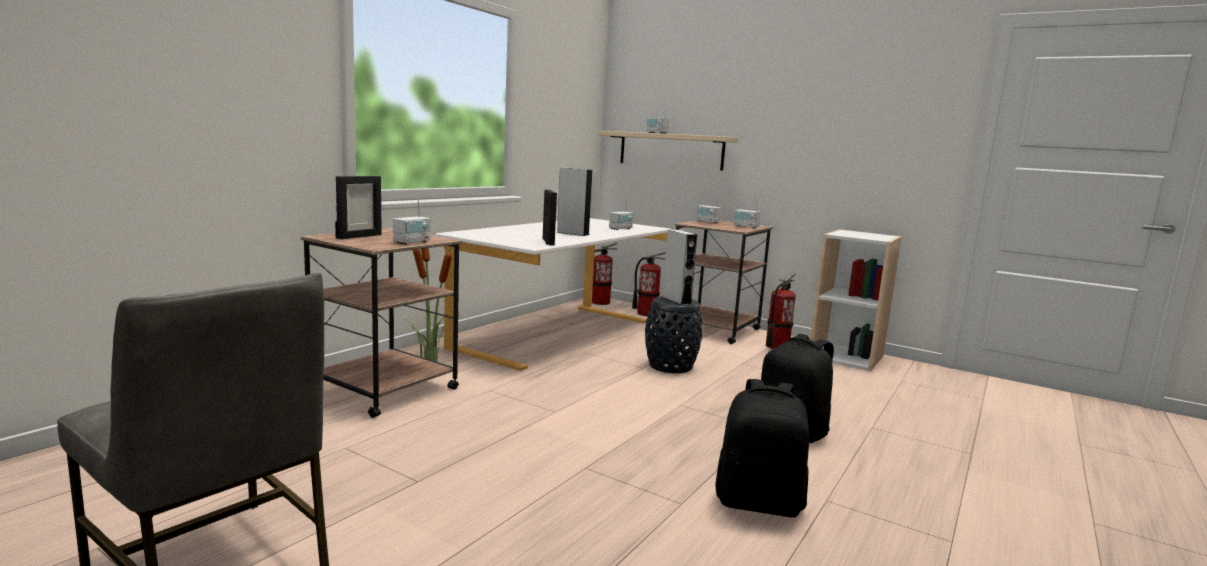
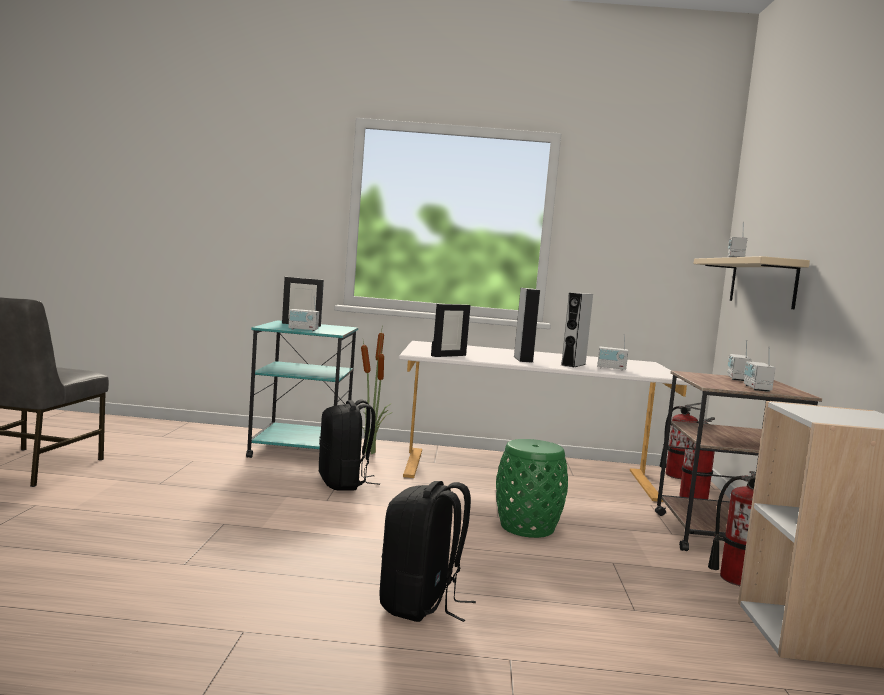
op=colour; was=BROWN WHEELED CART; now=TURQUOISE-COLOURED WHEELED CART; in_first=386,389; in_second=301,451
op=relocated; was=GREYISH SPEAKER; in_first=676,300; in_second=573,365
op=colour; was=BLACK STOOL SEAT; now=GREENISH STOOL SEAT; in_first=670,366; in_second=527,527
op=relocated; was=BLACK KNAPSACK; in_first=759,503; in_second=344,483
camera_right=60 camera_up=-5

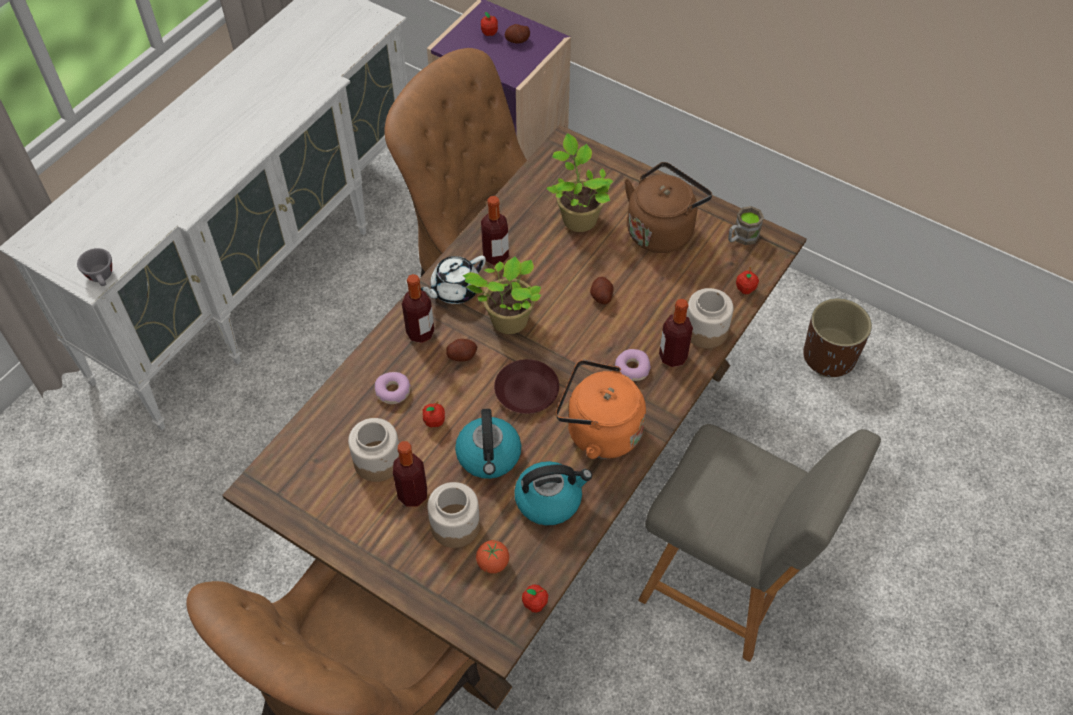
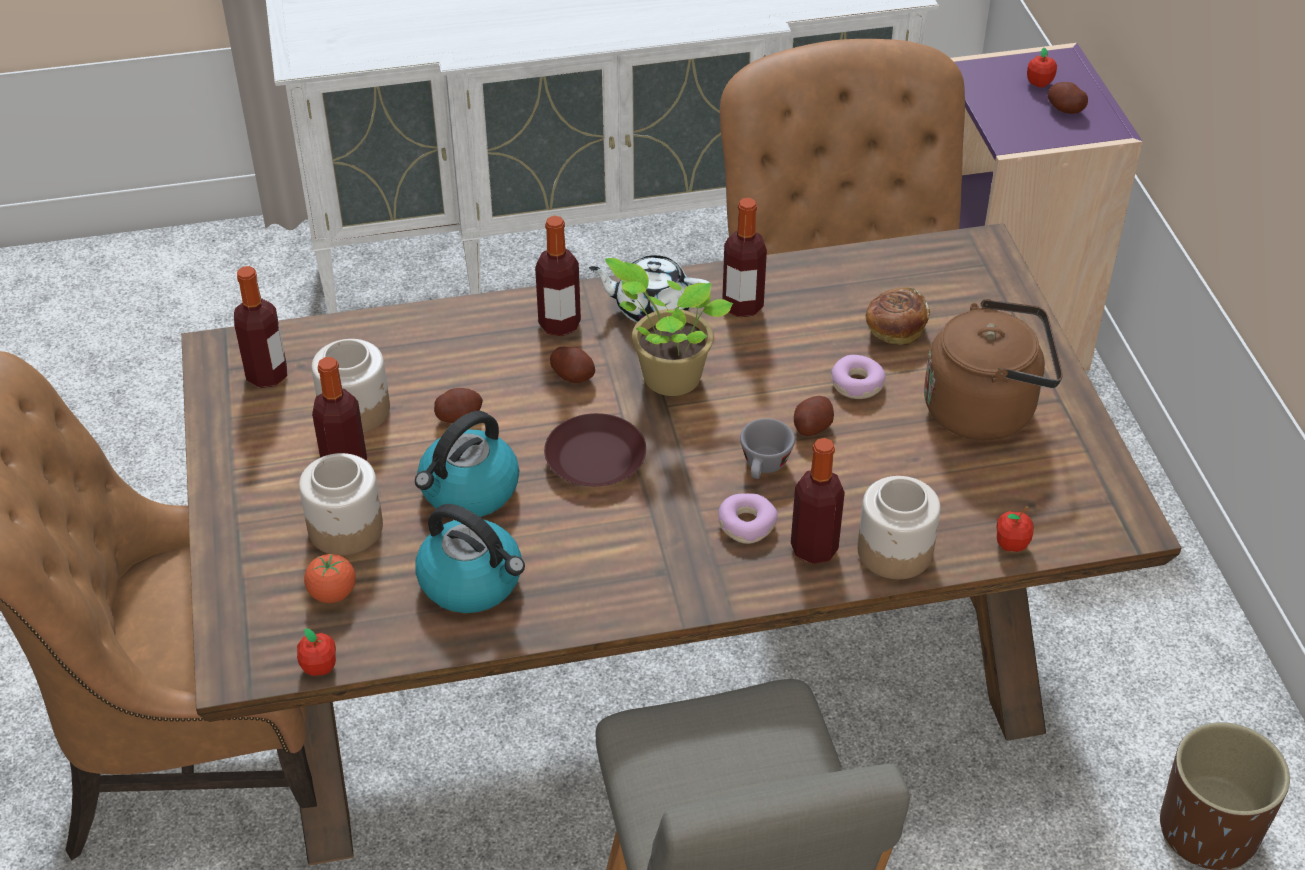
op=exchanged; was=HOUSEPLANT; now=BAKERY BREAD; in_first=578,217; in_second=895,330
op=missing; was=BROWN COFFEE MUG; in_first=741,238
op=relocated; was=GREYISH DRINKING CUP; in_first=102,277; in_second=764,467
op=missing; was=ORANGEY TEA KETTLE; in_first=598,431
op=relocated; was=DONUT; in_first=393,391; in_second=857,384
op=exchanged; was=WHOLE APPLE; now=WHOLE POTATO; in_first=434,421; in_second=459,416
op=appeared; now=DRINK BOTTLE; in_second=267,375
camera_right=45 camera_up=-10

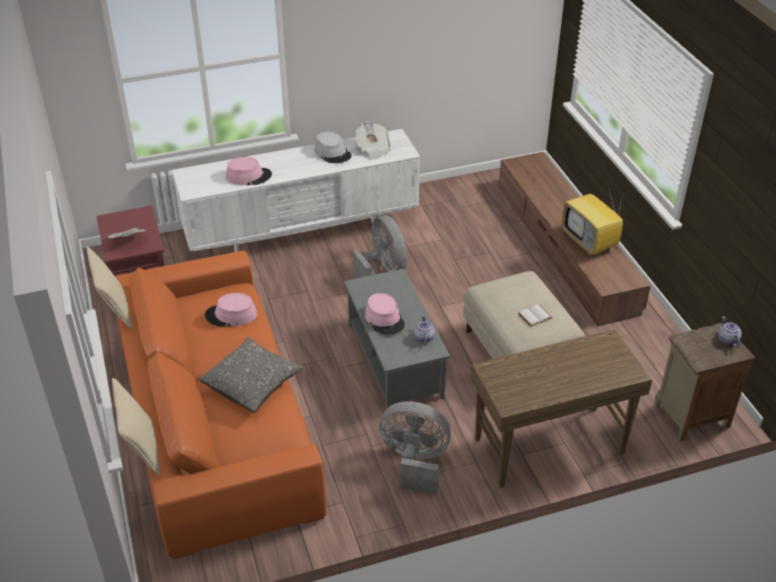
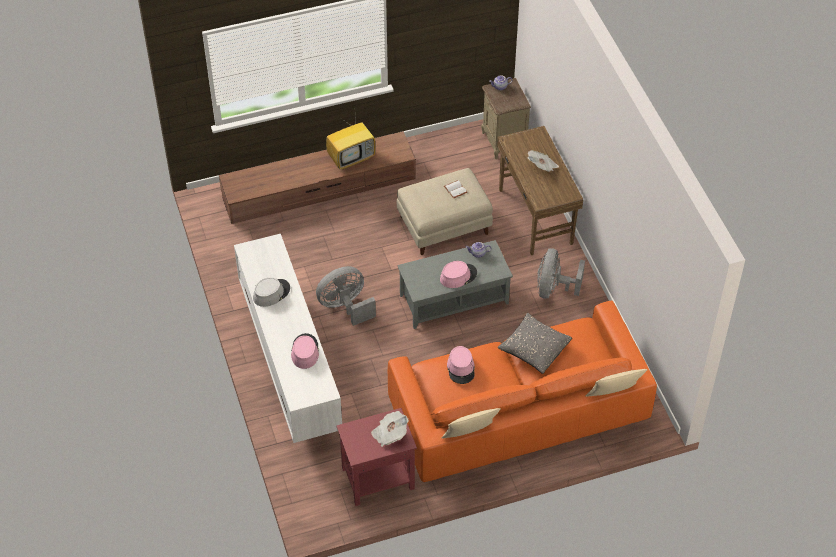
op=relocated; was=DAILY PAPER; in_first=373,149; in_second=542,167
camera_right=-90 camera_up=10

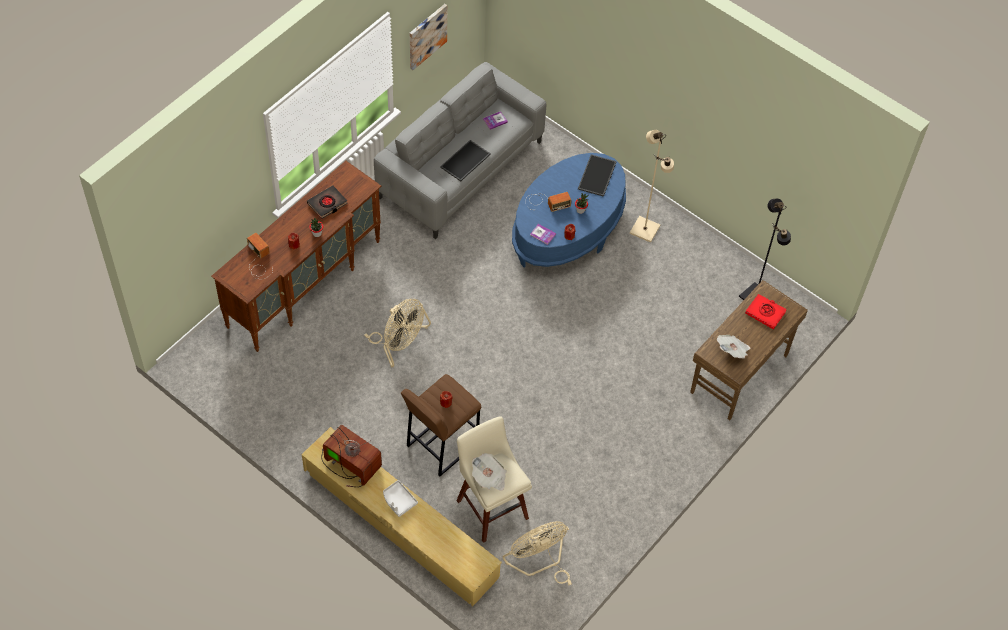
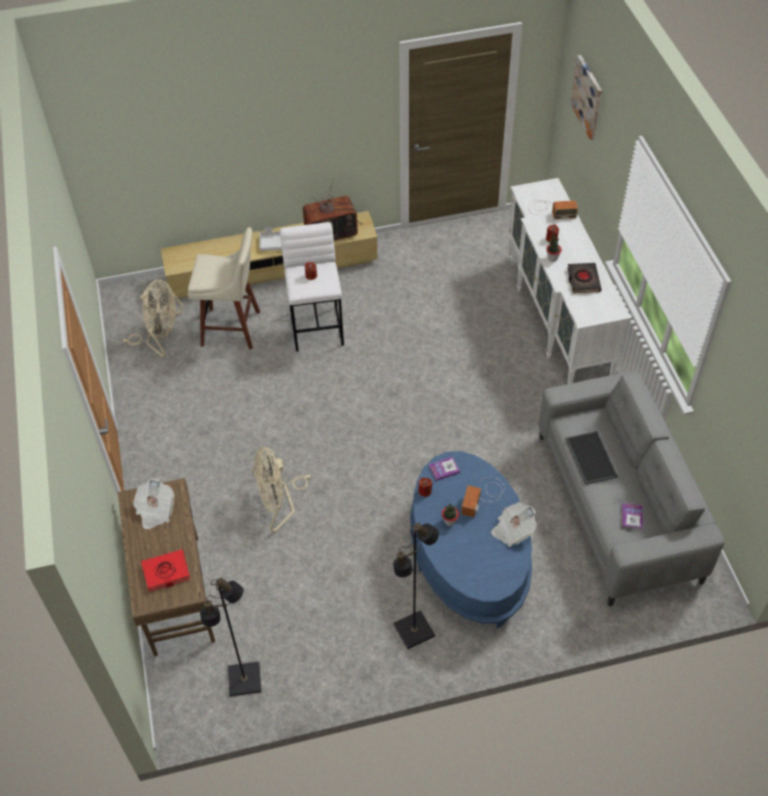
op=relocated; was=WALL ART; in_first=427,36; in_second=588,97
op=colour; was=BEIGE-COLOURED FLOOR LAMP; now=BLACK FLOOR LAMP; in_first=644,230; in_second=414,630
op=missing; was=SERVING TRAY; in_first=597,176
op=colour; was=BROWN STORAGE CABINET; now=WHITE-COLOURED STORAGE CABINET; in_first=305,284; in_second=555,319
op=relocated; was=BEIGE-COLOURED COOLING FAN; in_first=398,342; in_second=279,498
op=colour; was=BROWN STOOL SEAT; now=WHITE-COLOURED STOOL SEAT; in_first=441,446; in_second=316,327
op=relocated; was=DAILY PAPER; in_first=489,477; in_second=513,530
camera_right=130 camera_up=-5

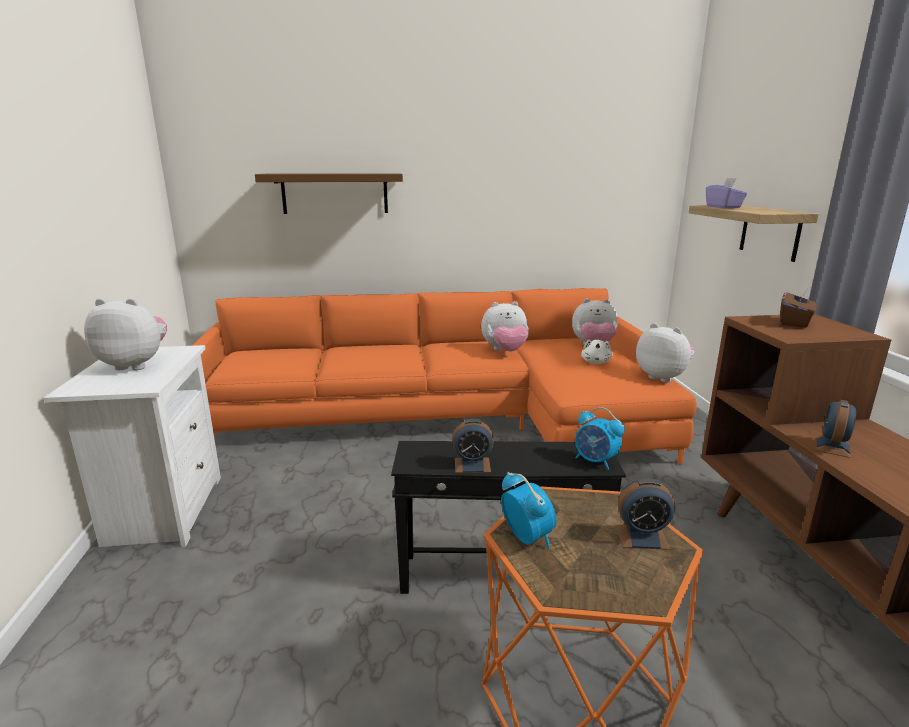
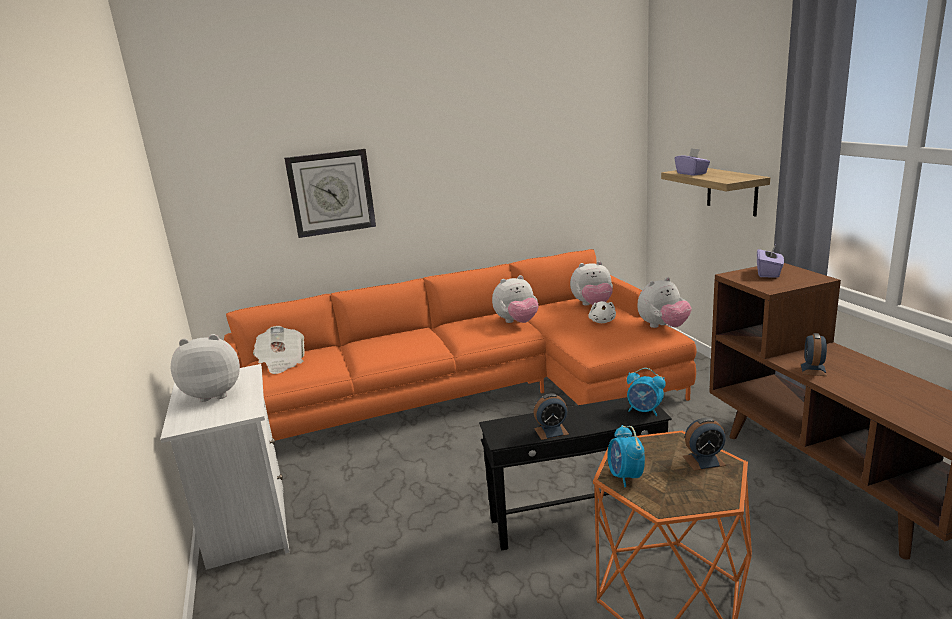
op=exchanged; was=BROWN BRACKET SHELF; now=HANGING CLOCK; in_first=335,193; in_second=331,193
op=colour; was=BROWN TISSUE HOLDER; now=PURPLISH TISSUE HOLDER; in_first=795,322; in_second=768,273
op=spun; was=PLUSH TOY; in_first=662,377; in_second=663,327; clockwise=120
op=spun; was=ALARM CLOCK; in_first=527,537; in_second=625,477; clockwise=-150
op=appeared; now=DAILY PAPER; in_second=282,362
camera_right=-10 camera_up=0

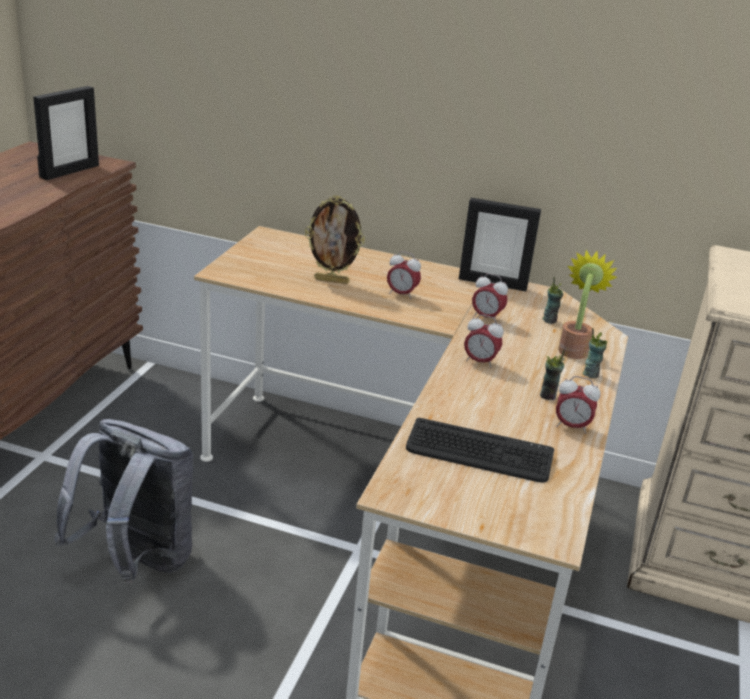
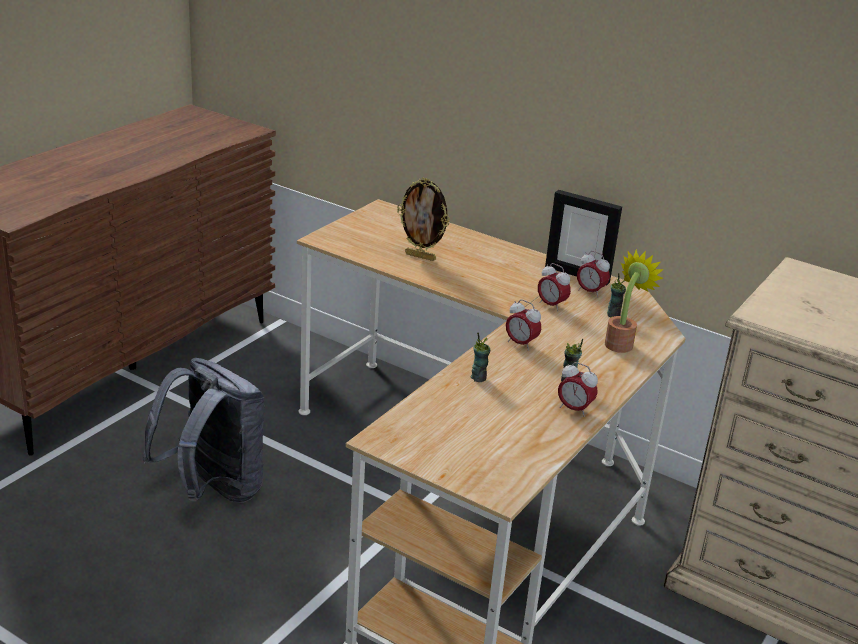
op=missing; was=STANDING FRAME; in_first=69,171
op=relocated; was=ALARM CLOCK; in_first=401,294; in_second=590,292
op=relocated; was=DRINKING CUP; in_first=590,374; in_second=478,378
op=missing; was=COMPUTER KEYBOARD; in_first=479,452
camera_right=15 camera_up=0

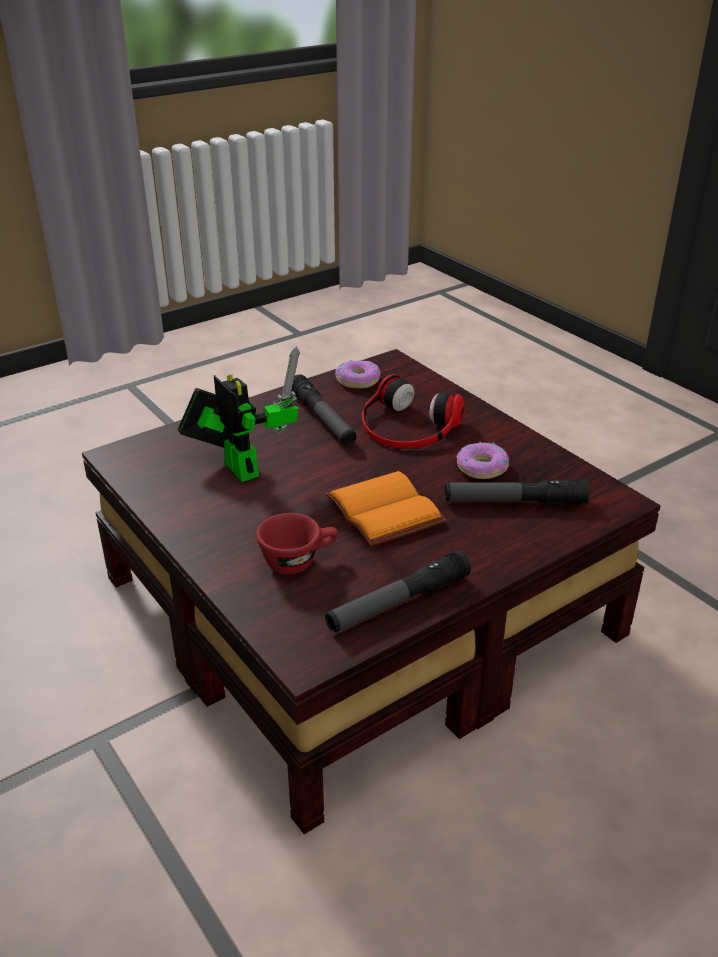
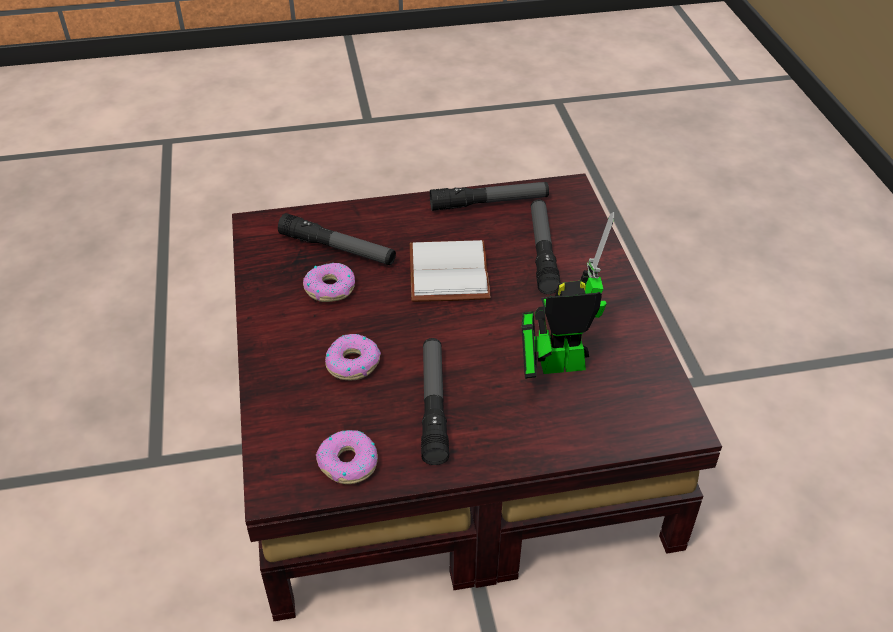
op=spun; was=MODEL ROBOT; in_first=238,466; in_second=554,365; clockwise=90
op=exchanged; was=HEADSET; now=DONUT; in_first=407,426; in_second=352,363
op=colour; was=ORANGEY BOUND BOOK; now=WHITE-COLOURED BOUND BOOK; in_first=388,511; in_second=445,272
op=exchanged; was=RED DRINKING CUP; now=TORCH; in_first=298,560; in_second=542,252
camera_right=-155 camera_up=10

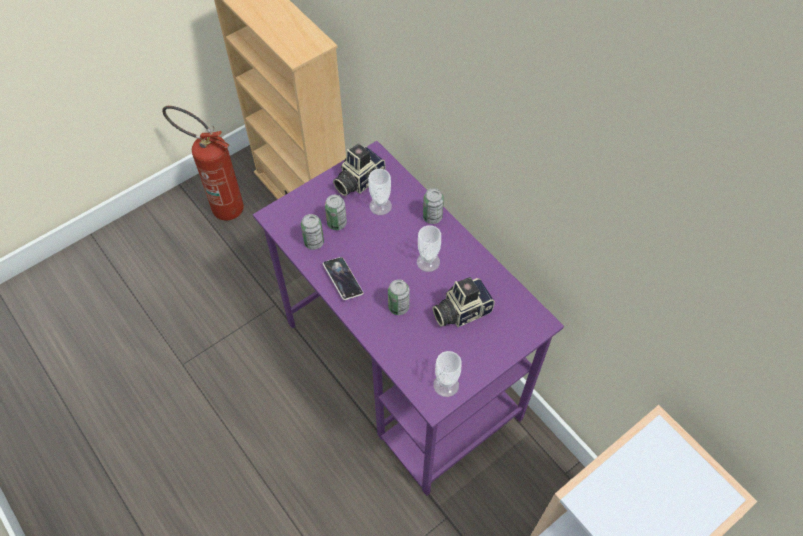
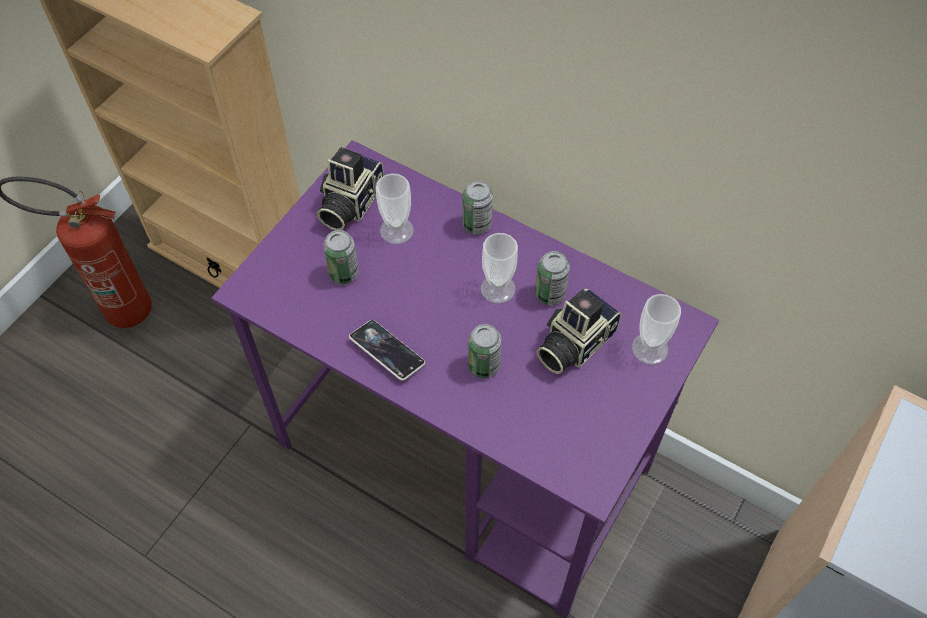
op=relocated; was=CAN; in_first=314,242; in_second=550,294
op=relocated; was=DRINKING CUP; in_first=446,385; in_second=650,348
camera_right=-20 camera_up=0

